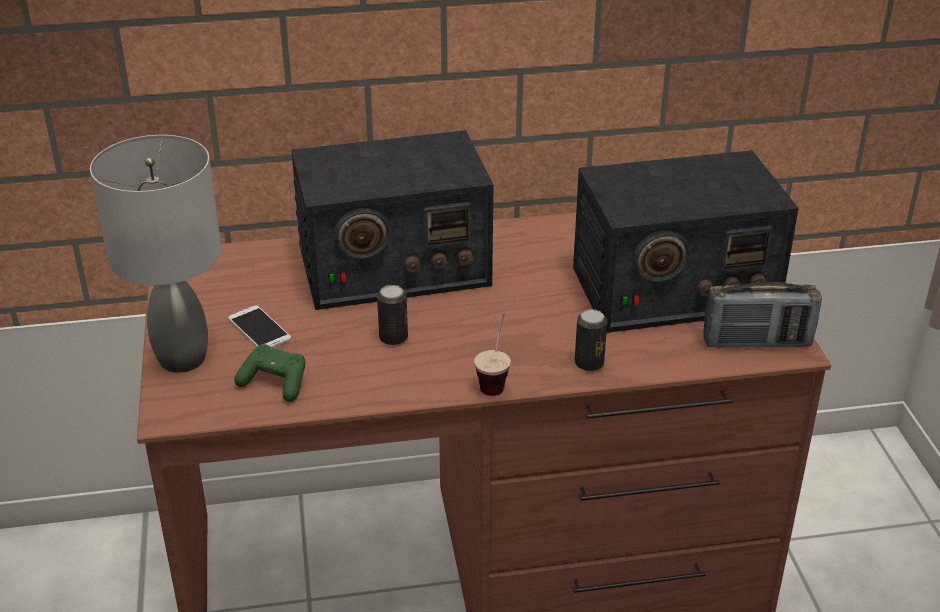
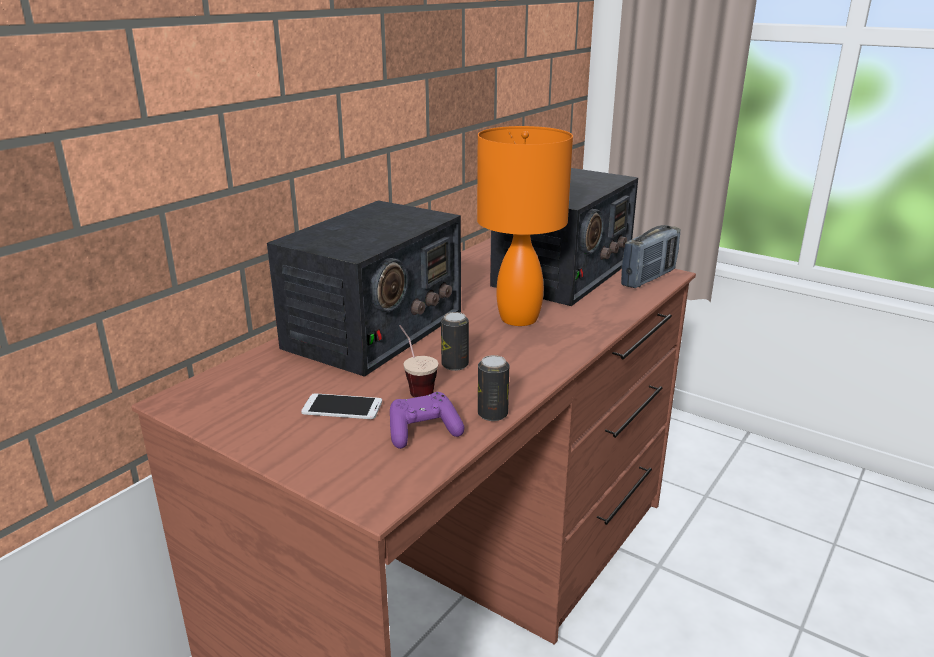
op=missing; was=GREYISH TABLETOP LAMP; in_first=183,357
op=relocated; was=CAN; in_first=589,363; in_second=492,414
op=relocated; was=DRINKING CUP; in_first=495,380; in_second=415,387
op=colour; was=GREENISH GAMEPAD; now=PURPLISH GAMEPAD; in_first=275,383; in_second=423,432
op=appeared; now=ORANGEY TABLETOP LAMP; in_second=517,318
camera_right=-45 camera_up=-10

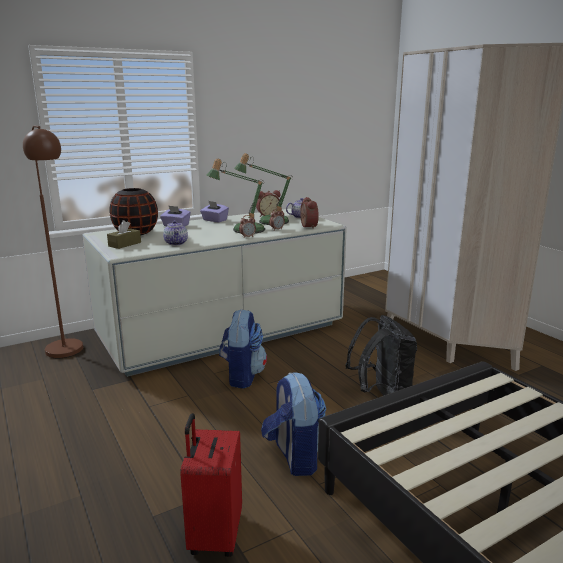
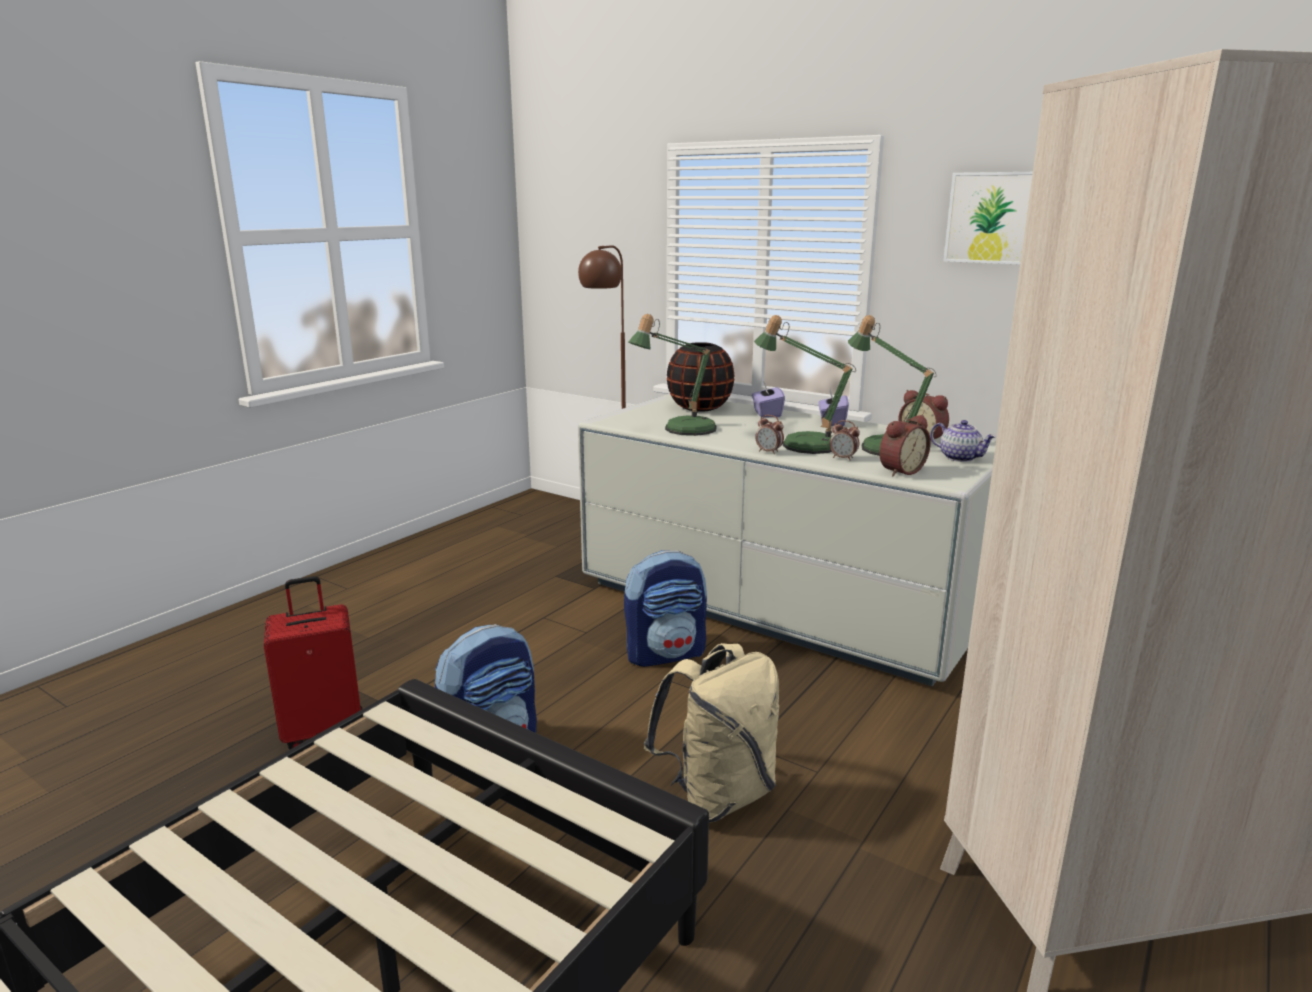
op=missing; was=BROWN TISSUE HOLDER; in_first=125,244
op=exchanged; was=TEAPOT; now=TABLETOP LAMP; in_first=176,243; in_second=682,430
op=colour; was=BLACK KNAPSACK; now=BEIGE-COLOURED KNAPSACK; in_first=382,395; in_second=718,795
op=appeared; now=WALL ART; in_second=993,218
camera_right=65 camera_up=0

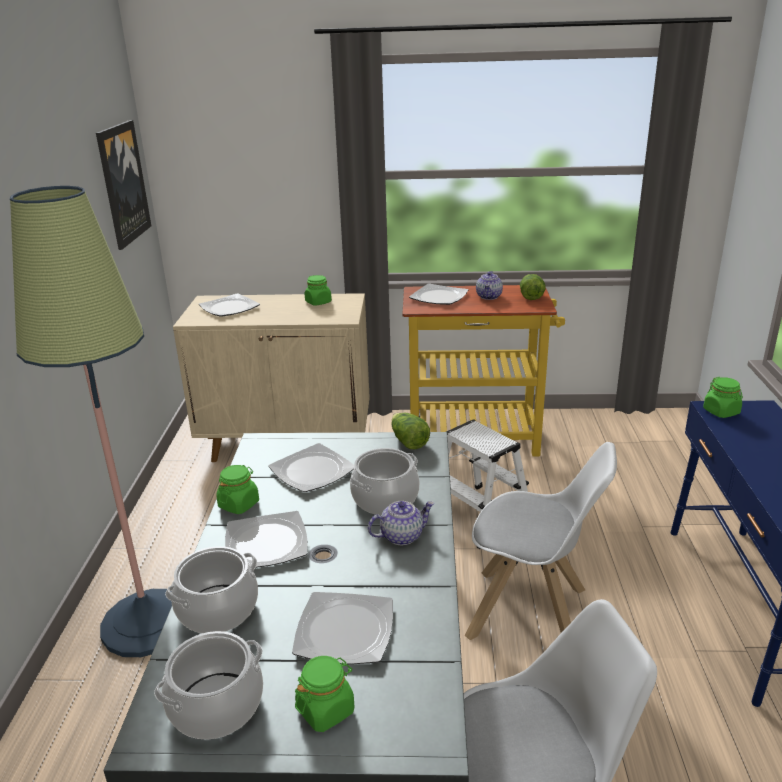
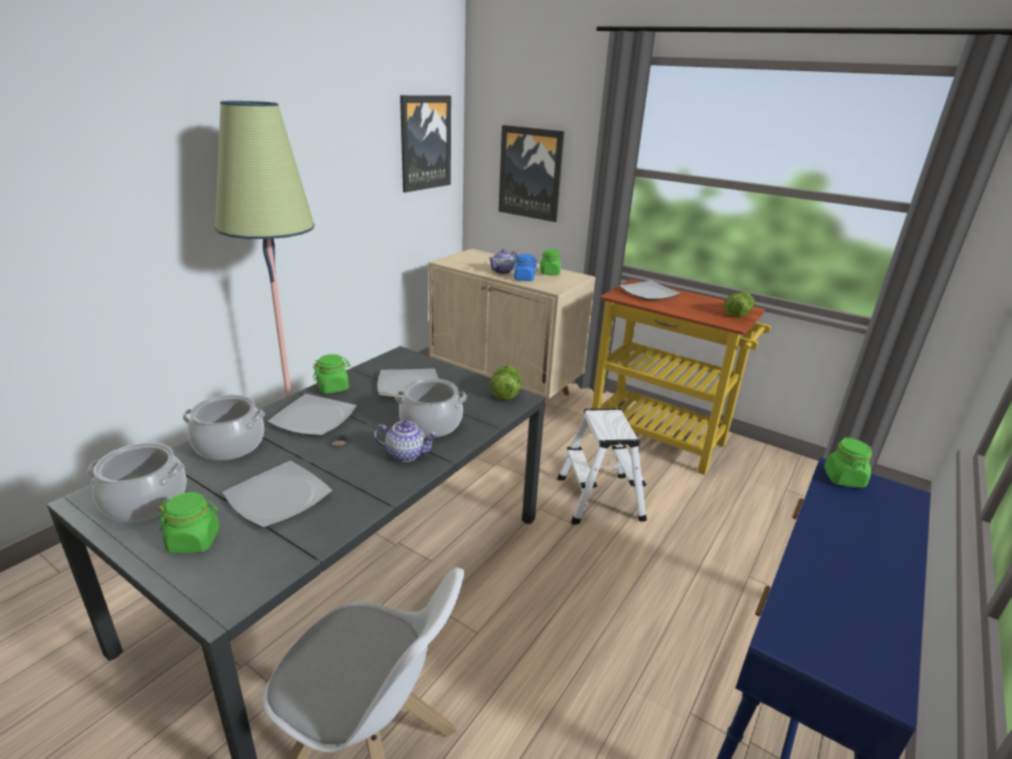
op=relocated; was=TEAPOT; in_first=489,297; in_second=502,271
op=missing; was=FLAT DISH; in_first=230,308
op=missing; was=CHAIR; in_first=531,614
op=appeared; now=WALL ART; in_second=530,173
op=appeared; now=BLUE PRESERVE JAR; in_second=524,279
camera_right=30 camera_up=0

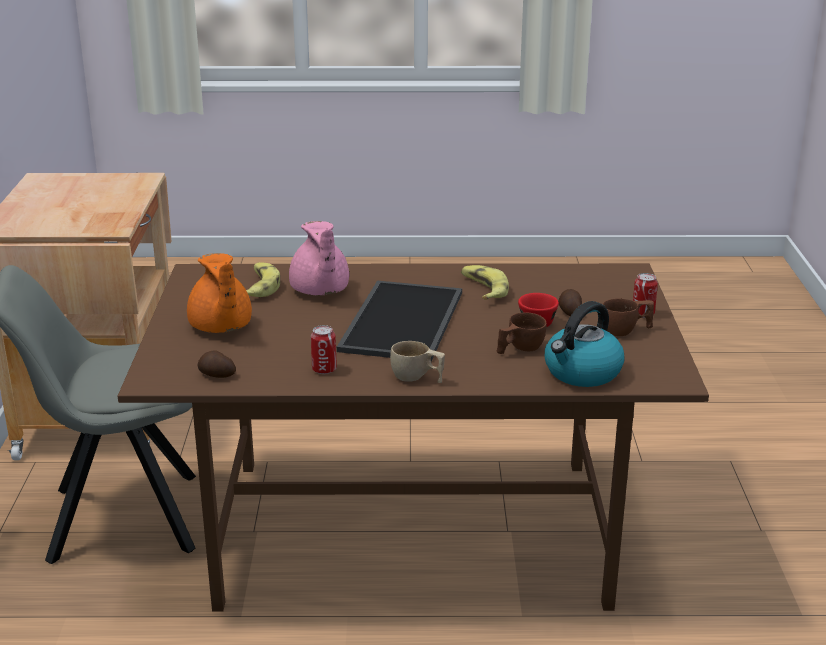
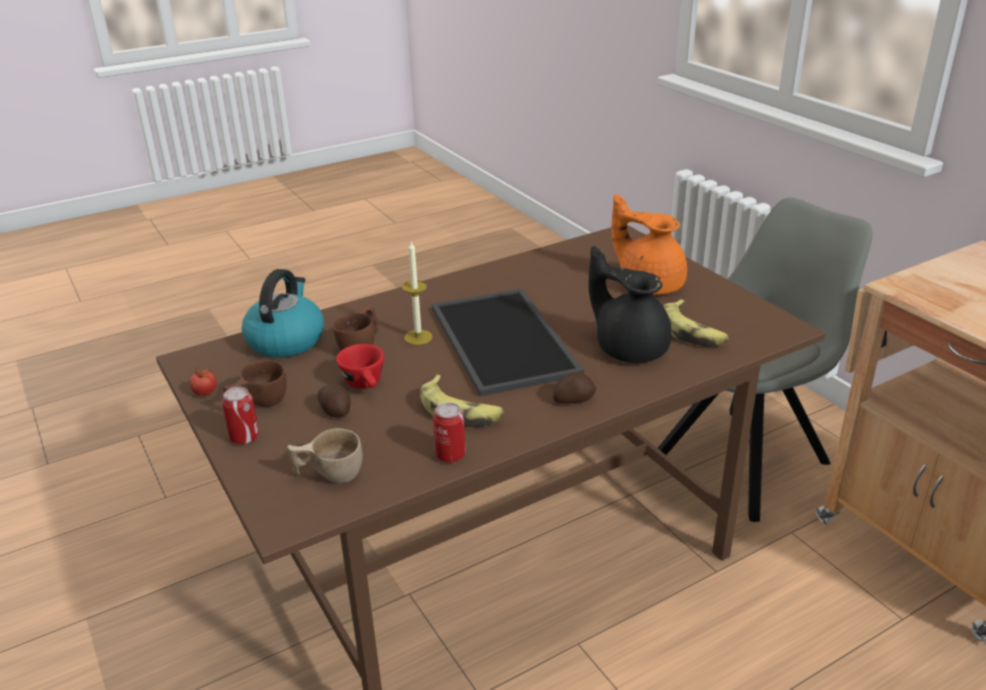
op=colour; was=PINK TEAPOT; now=BLACK TEAPOT; in_first=319,291; in_second=629,347
op=relocated; was=CAN; in_first=324,369; in_second=450,455
op=relocated; was=BEIGE-COLOURED DRINKING CUP; in_first=417,378; in_second=329,474
op=relocated; was=WHOLE POTATO; in_first=216,375; in_second=573,399
op=appeared; now=WAX CANDLE; in_second=418,337
op=appeared; now=WHOLE TOMATO; in_second=205,393
camera_right=150 camera_up=5

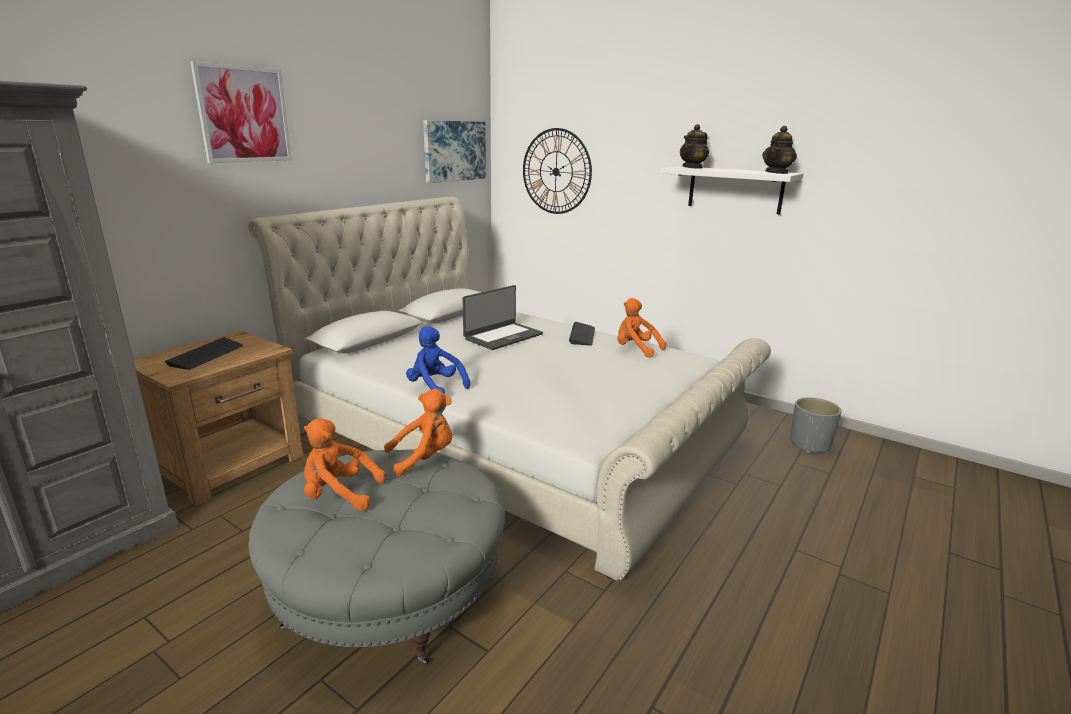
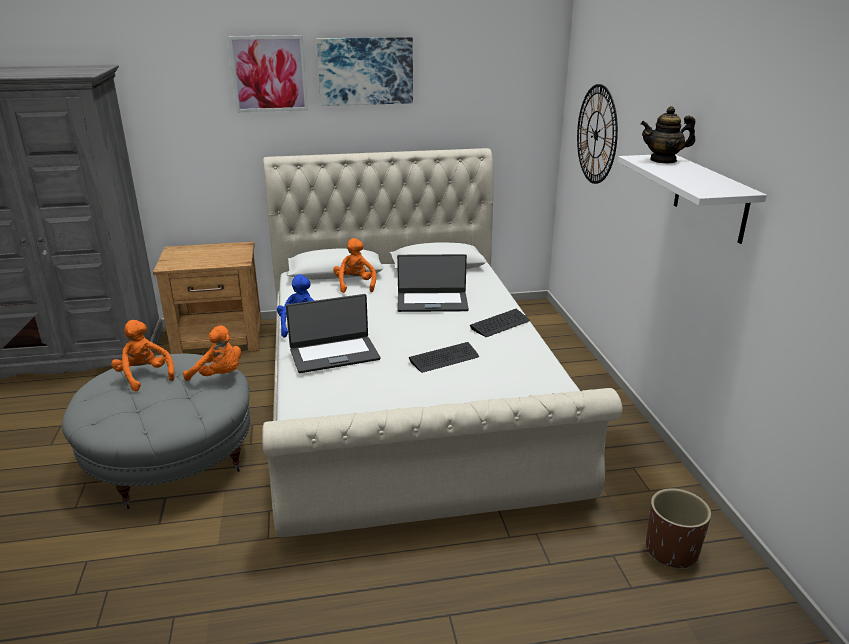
op=relocated; was=WALL ART; in_first=454,151; in_second=365,71
op=missing; was=TEAPOT; in_first=777,173
op=relocated; was=ORANGEY PLUSH TOY; in_first=636,349; in_second=355,285
op=relocated; was=COMPUTER KEYBOARD; in_first=206,355; in_second=444,358
op=colour; was=GREYISH FLOWER POT; now=BROWN FLOWER POT; in_first=810,444; in_second=671,551
op=appeared; now=NOTEBOOK COMPUTER; in_second=334,354
camera_right=45 camera_up=5

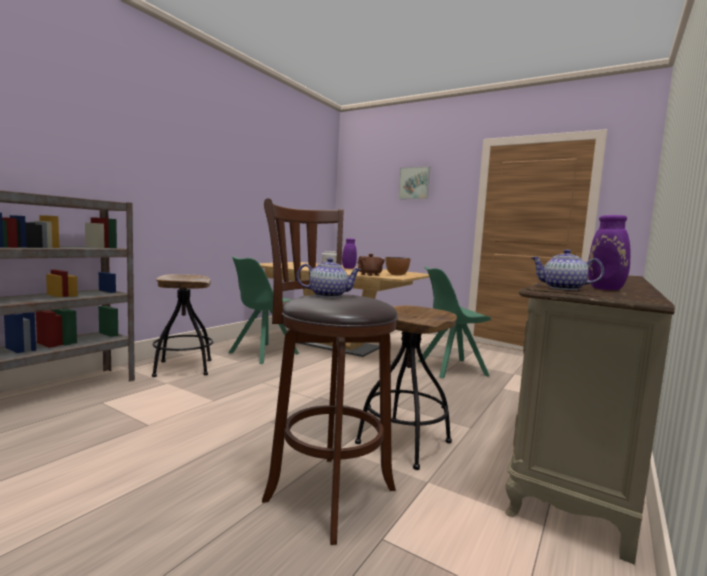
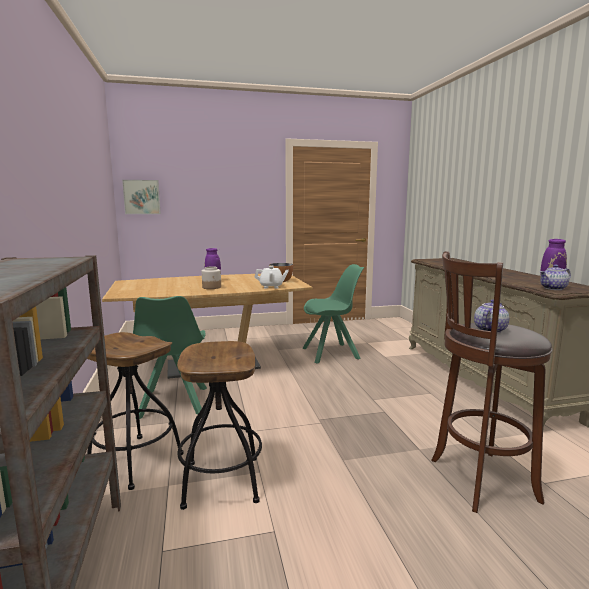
op=relocated; was=WALL ART; in_first=414,183; in_second=142,197
op=colour; was=BROWN TEAPOT; now=WHITE-COLOURED TEAPOT; in_first=369,275; in_second=271,287
op=spun; was=GREENISH CHAIR; in_first=450,368; in_second=331,353; clockwise=-135
op=relocated; was=BROWN STOOL SEAT; in_first=404,442; in_second=221,480
camera_right=-45 camera_up=5

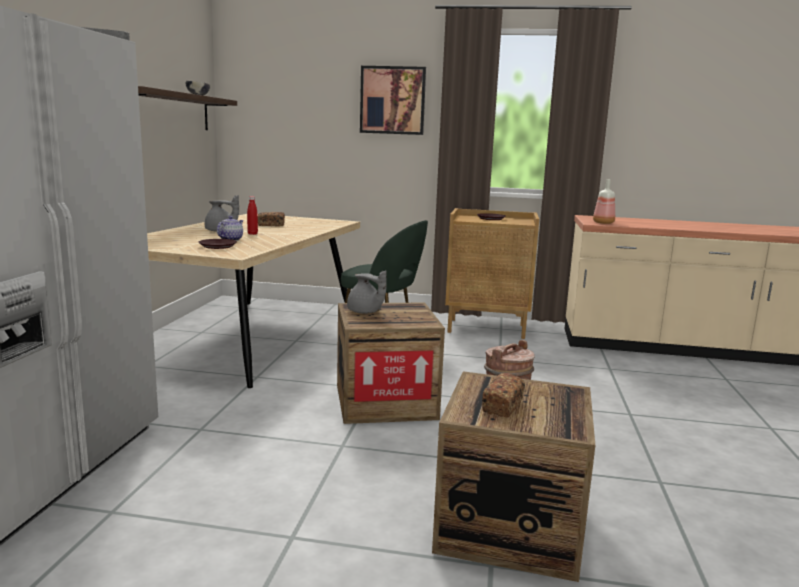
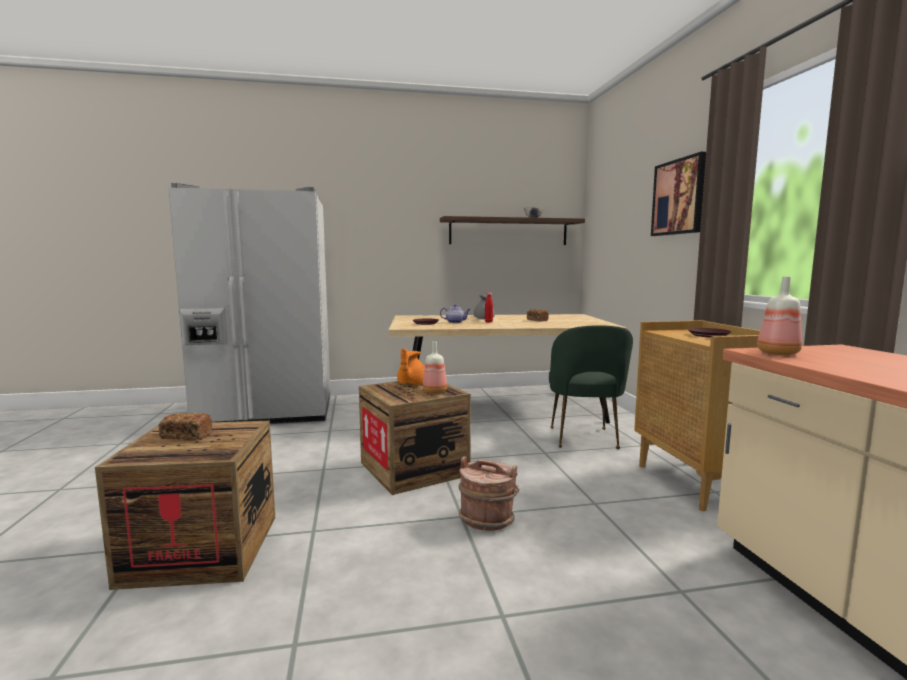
op=colour; was=GREYISH TEAPOT; now=ORANGEY TEAPOT; in_first=365,312; in_second=410,384
op=appeared; now=DRINK BOTTLE; in_second=434,391
camera_right=70 camera_up=-5

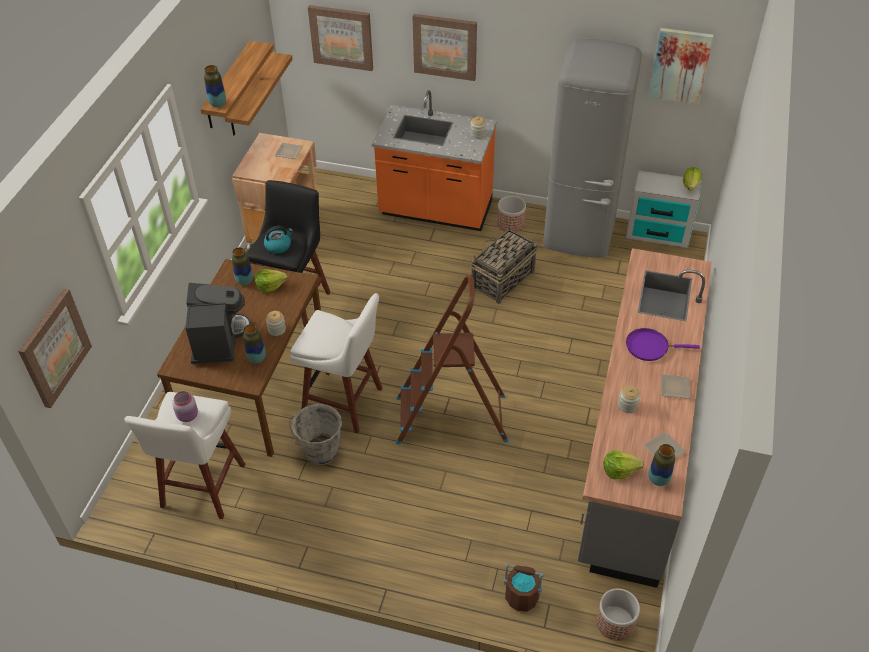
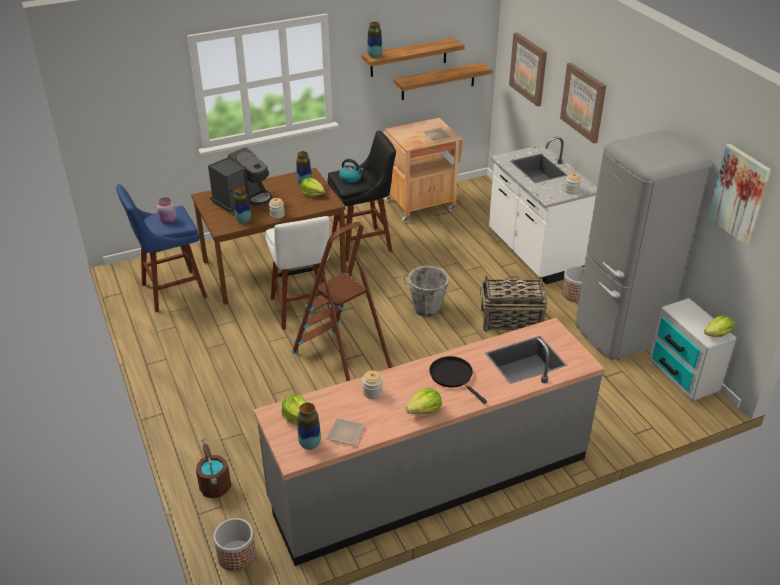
op=colour; was=ORANGEY KITCHEN COUNTER; now=WHITE-COLOURED KITCHEN COUNTER; in_first=435,211; in_second=534,254
op=missing; was=WALL ART; in_first=54,348
op=colour; was=PURPLISH SKILLET; now=BLACK SKILLET; in_first=650,347; in_second=453,376
op=exchanged; was=FLAT DISH; now=HEAD OF LETTUCE; in_first=676,387; in_second=424,410
op=colour; was=WHITE-COLOURED STOOL SEAT; now=BLUE STOOL SEAT; in_first=202,487; in_second=172,291
op=relocated; was=GREYISH BUCKET; in_first=320,452; in_second=426,308
camera_right=50 camera_up=-10

